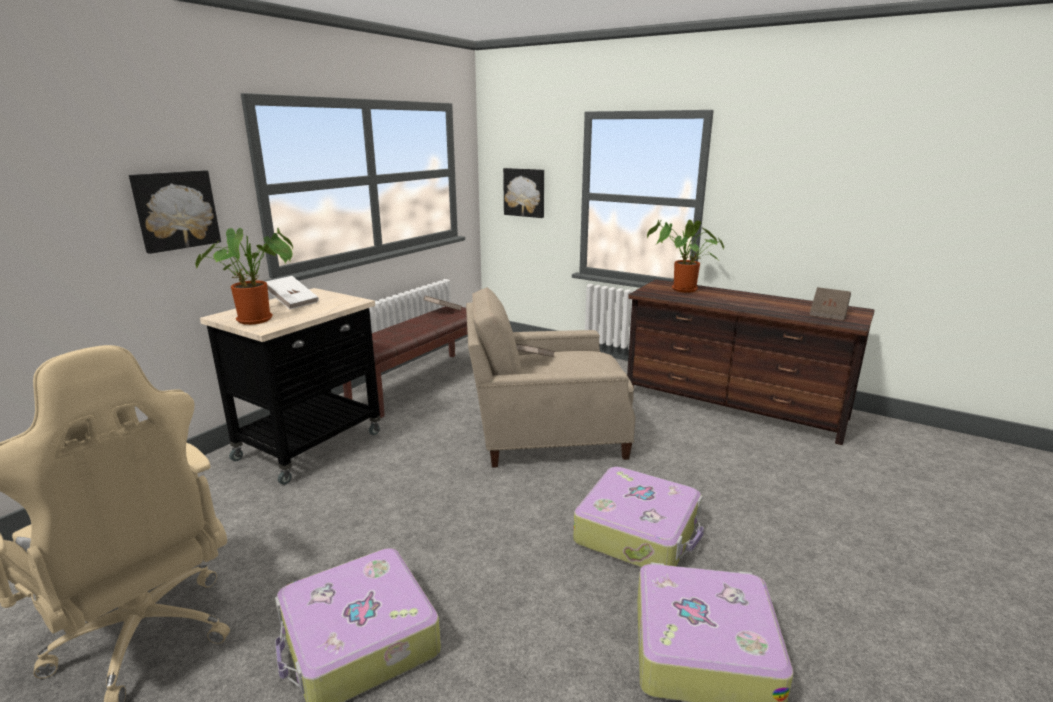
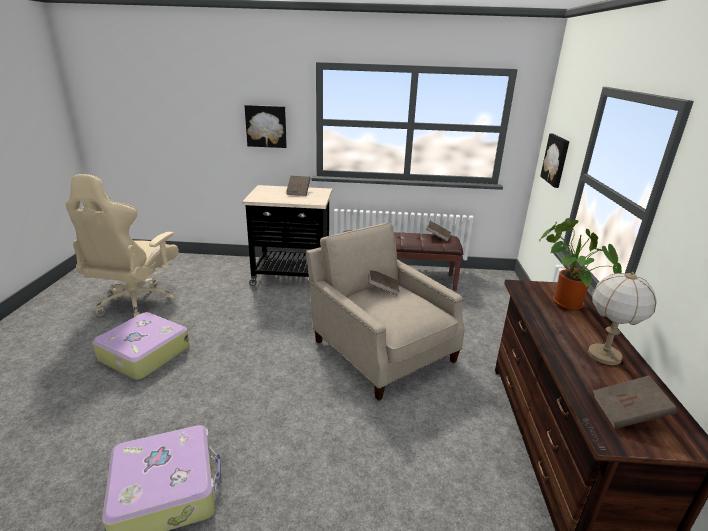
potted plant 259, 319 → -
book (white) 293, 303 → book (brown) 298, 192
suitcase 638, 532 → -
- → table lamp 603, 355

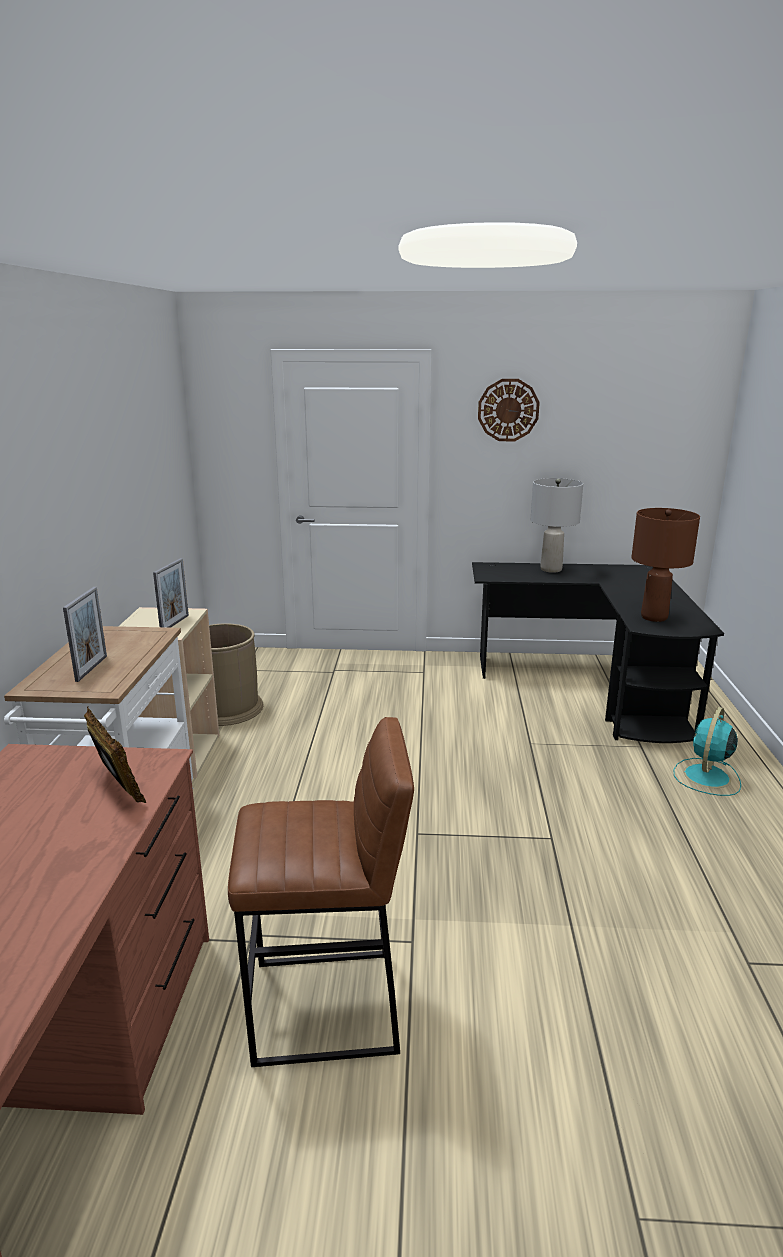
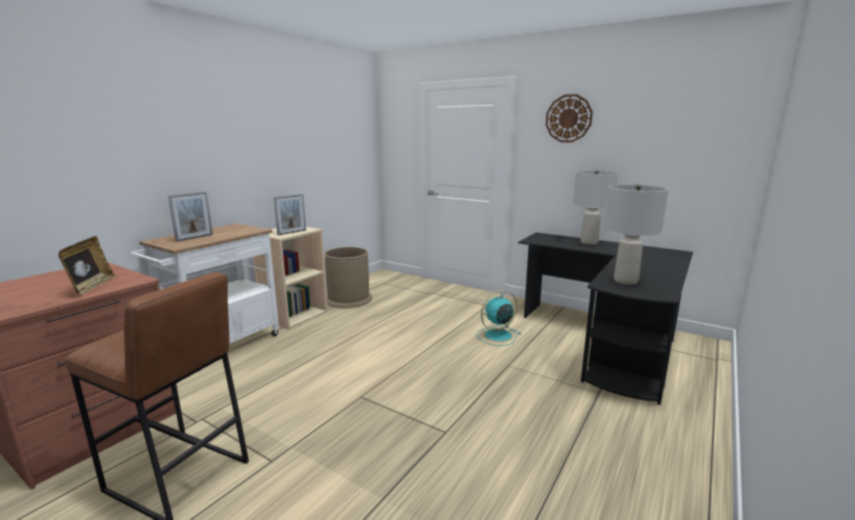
table lamp (brown) 653, 617 → table lamp (grey) 625, 281
fan (turquoise) 706, 777 → fan (turquoise) 497, 336, shifted

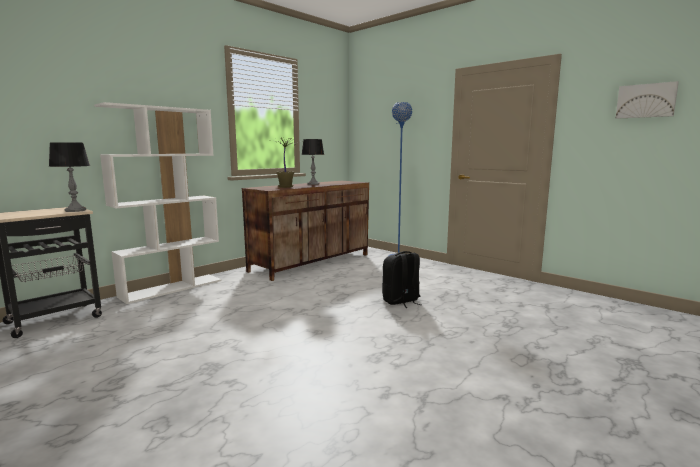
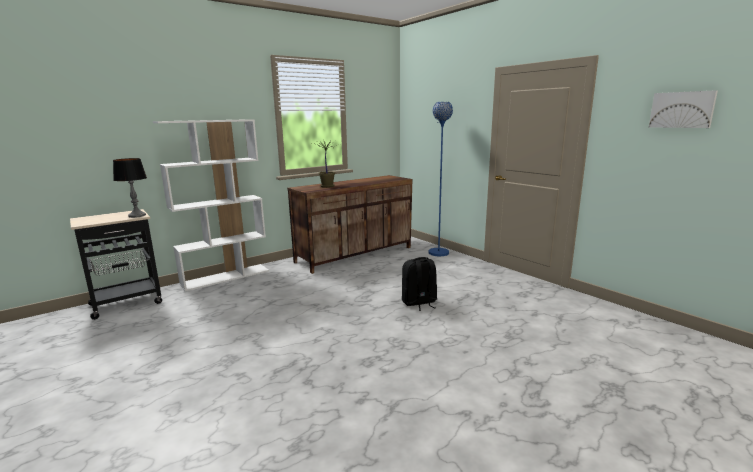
table lamp 313, 184 → -

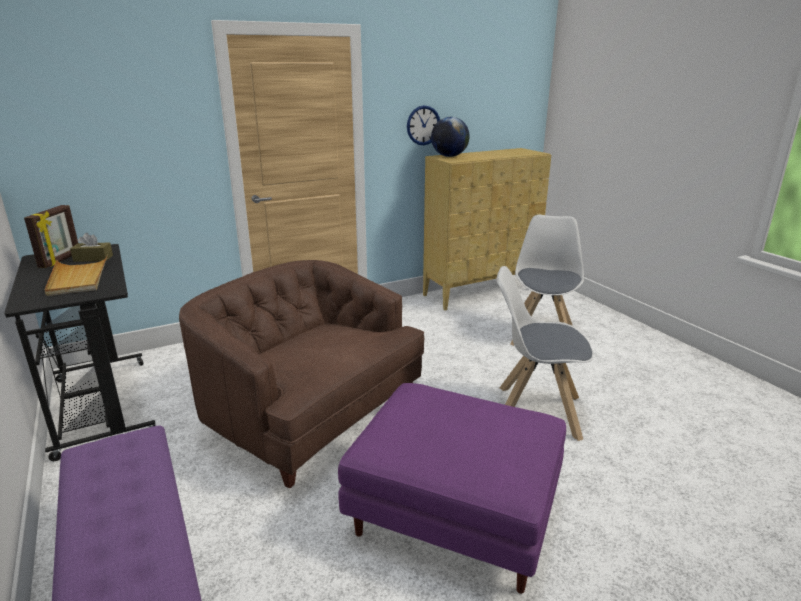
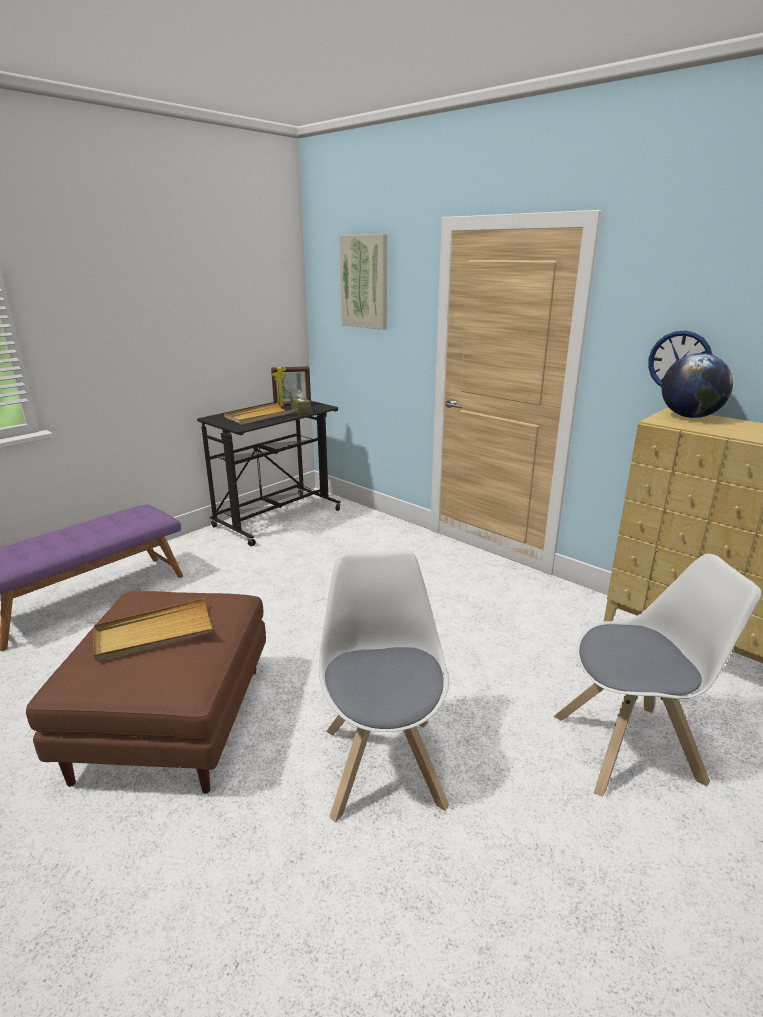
armchair (brown) 312, 416 → -
ottoman (purple) 452, 515 → ottoman (brown) 173, 719
- → picture 365, 282
- → tray (beige) 154, 633

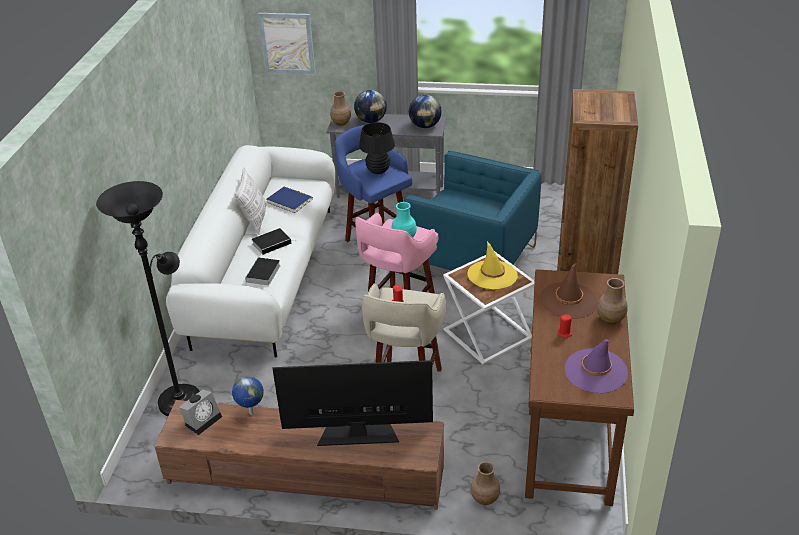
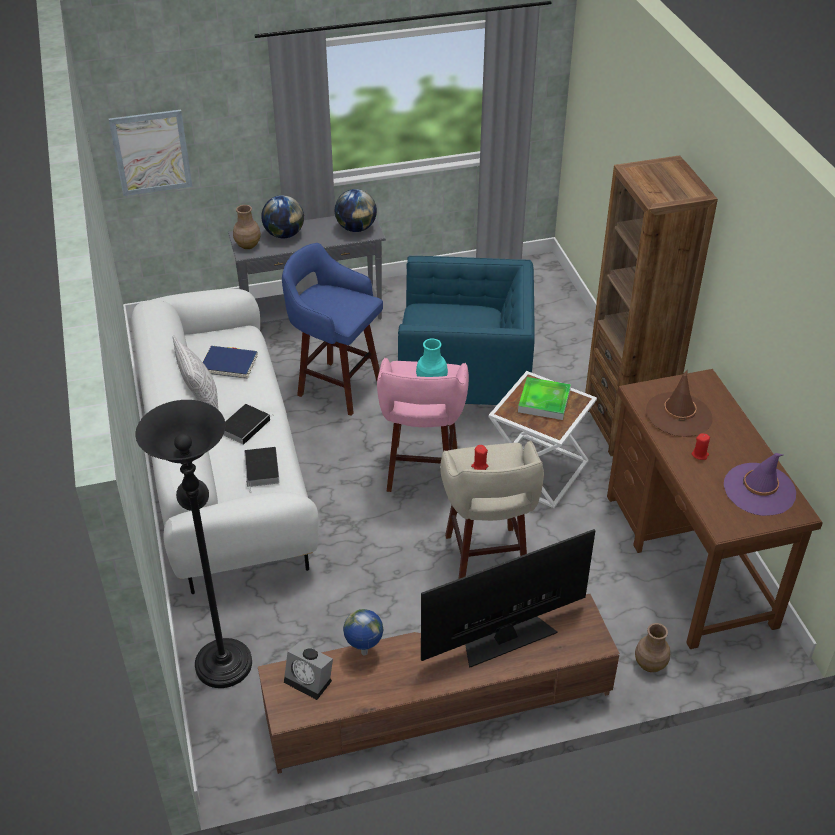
table lamp (black) 378, 171 → -
hat (yellow) 492, 275 → tray 544, 401
vase (brown) 610, 319 → -
alarm clock 203, 419 → alarm clock 310, 680, 105 degrees clockwise

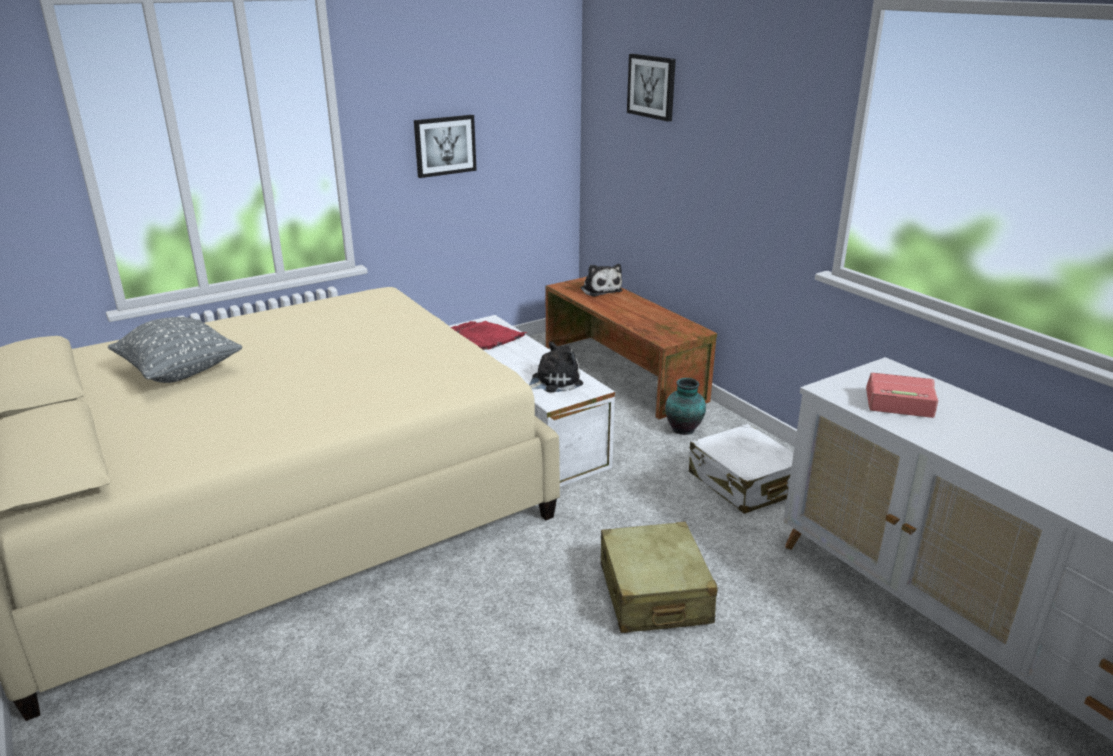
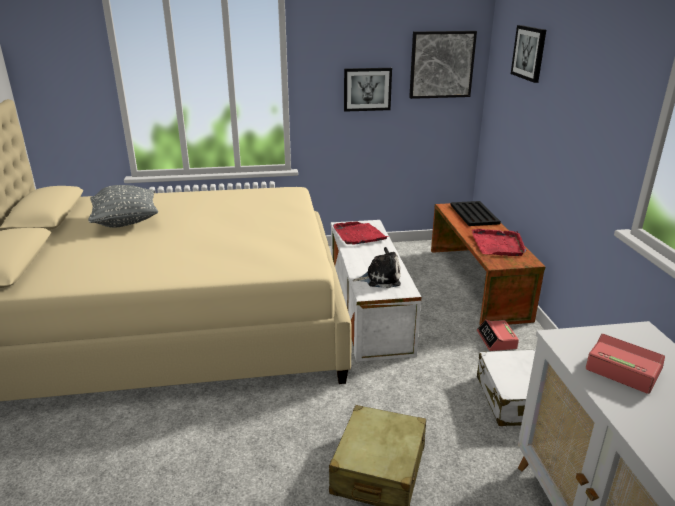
plush toy 600, 289 → tray (black) 474, 214
vase 684, 429 → alarm clock 496, 340
- → picture 441, 64
- → tray (red) 498, 245

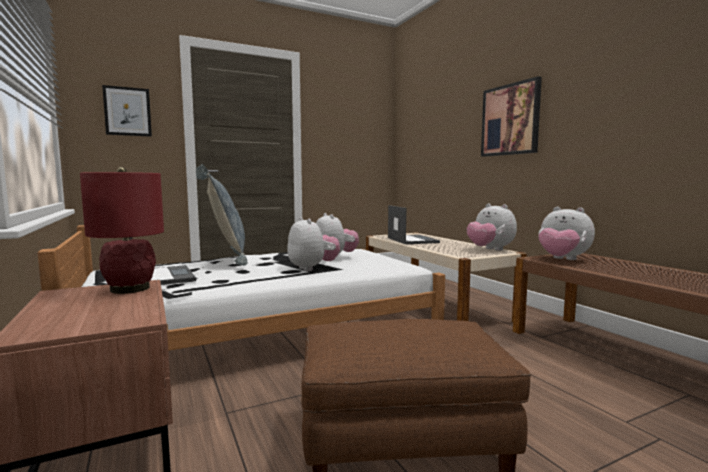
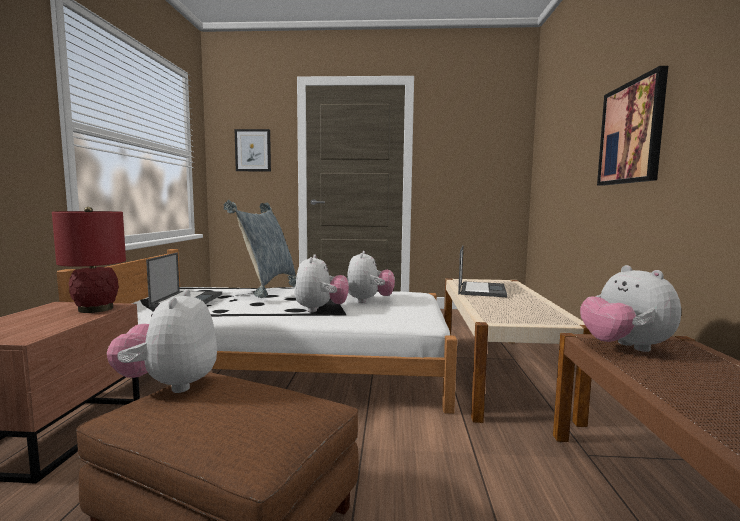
plush toy 490, 250 → plush toy 170, 385, shifted

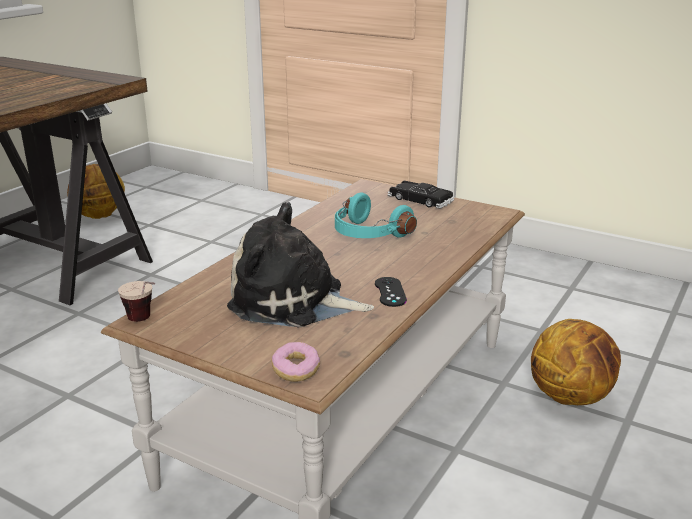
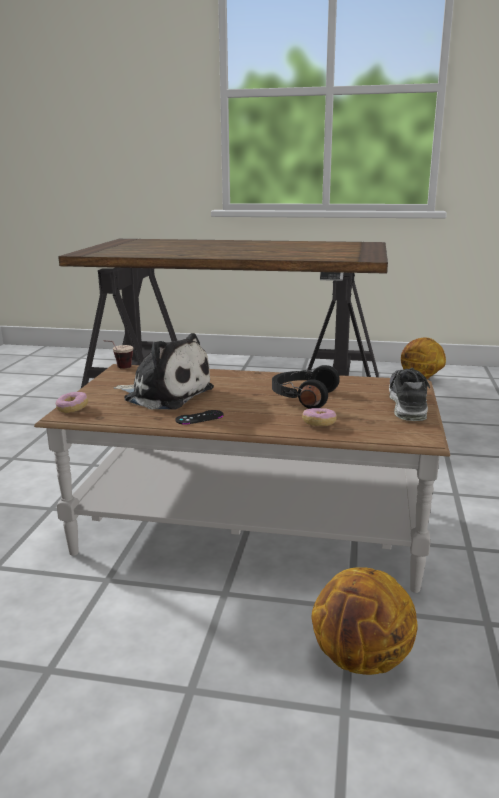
toy car (black) 420, 200 → shoe 407, 404
headphones (turquoise) 368, 234 → headphones (black) 302, 397
plush toy 293, 301 → plush toy 165, 394, 120 degrees clockwise
- → donut 319, 424

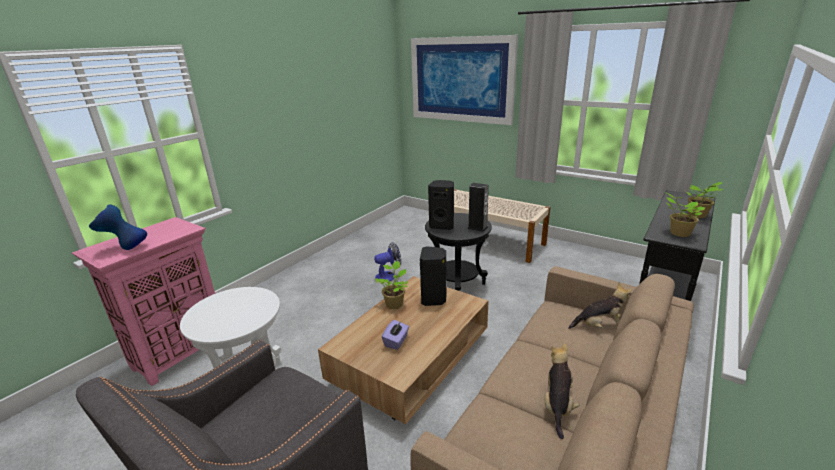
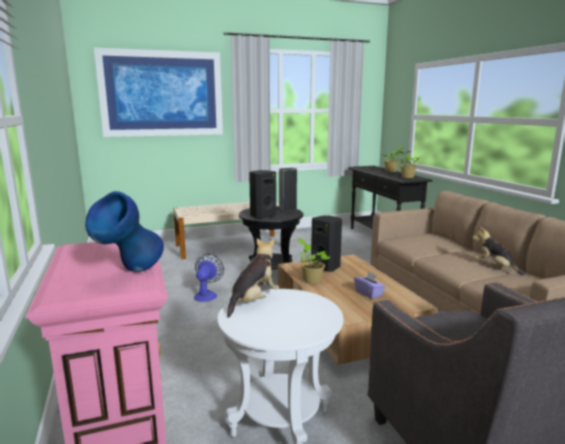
plush toy 599, 326 → plush toy 253, 301, shifted

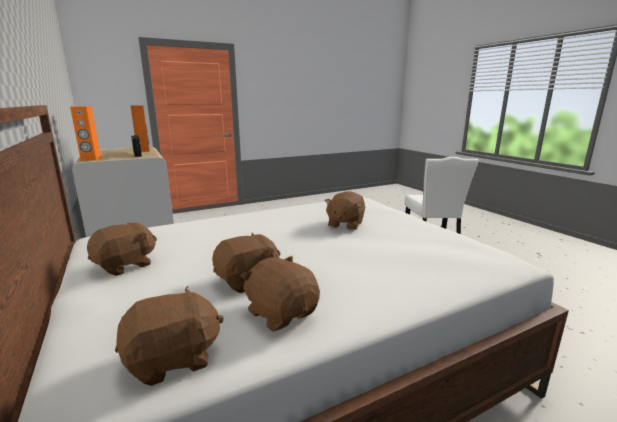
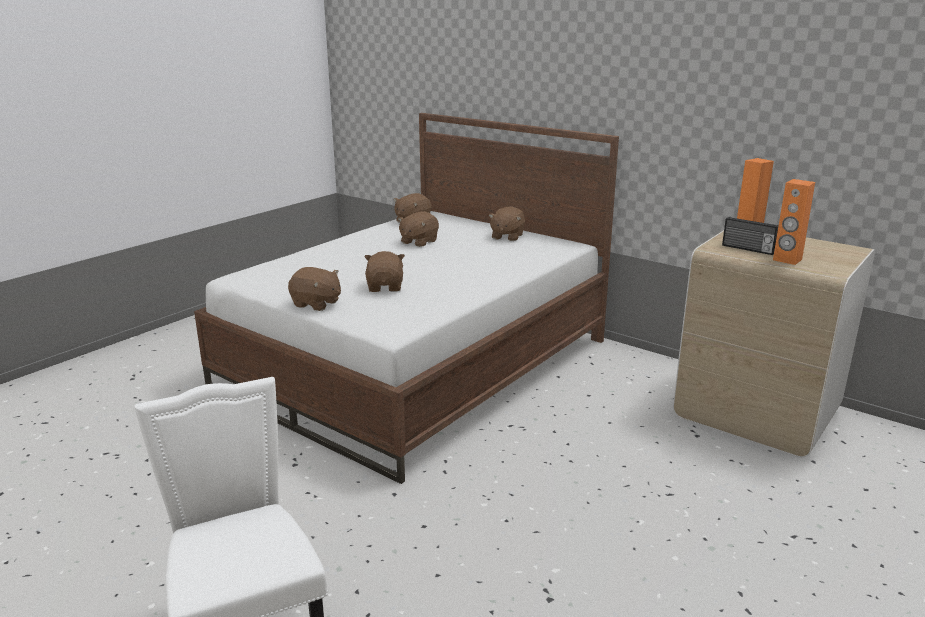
plush toy (brown) 281, 313 → plush toy (brown) 316, 304, shifted

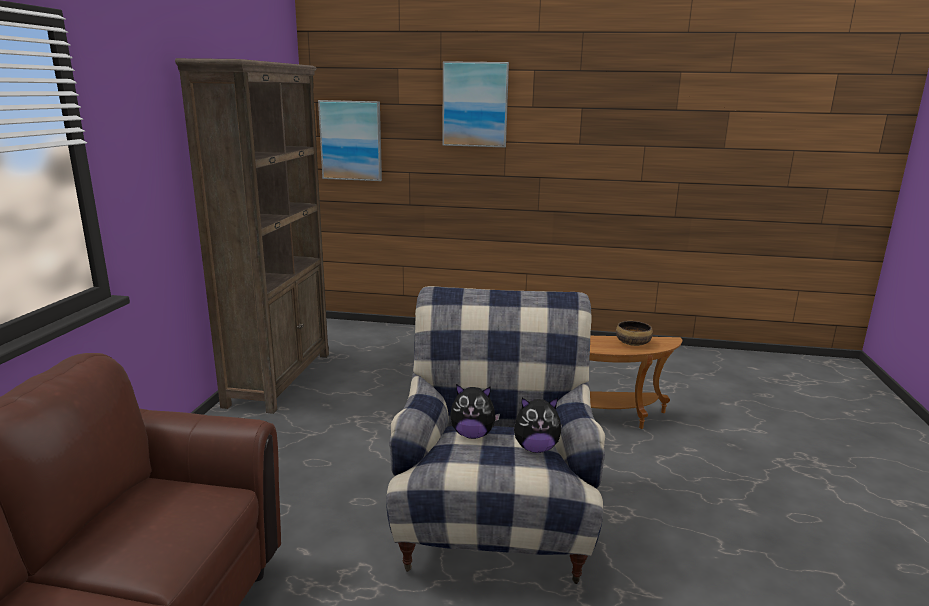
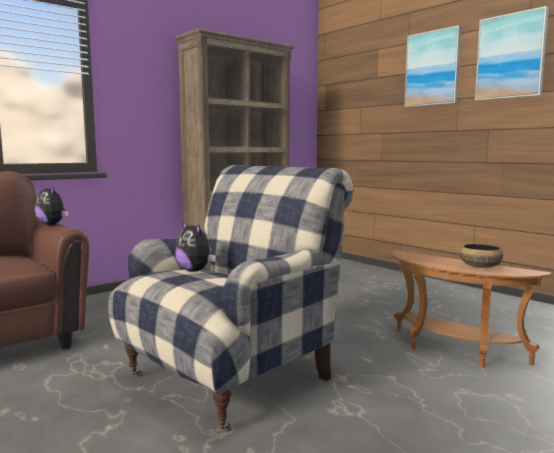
picture 351, 140 → picture 510, 56, shifted
plush toy 536, 448 → plush toy 52, 224, shifted

